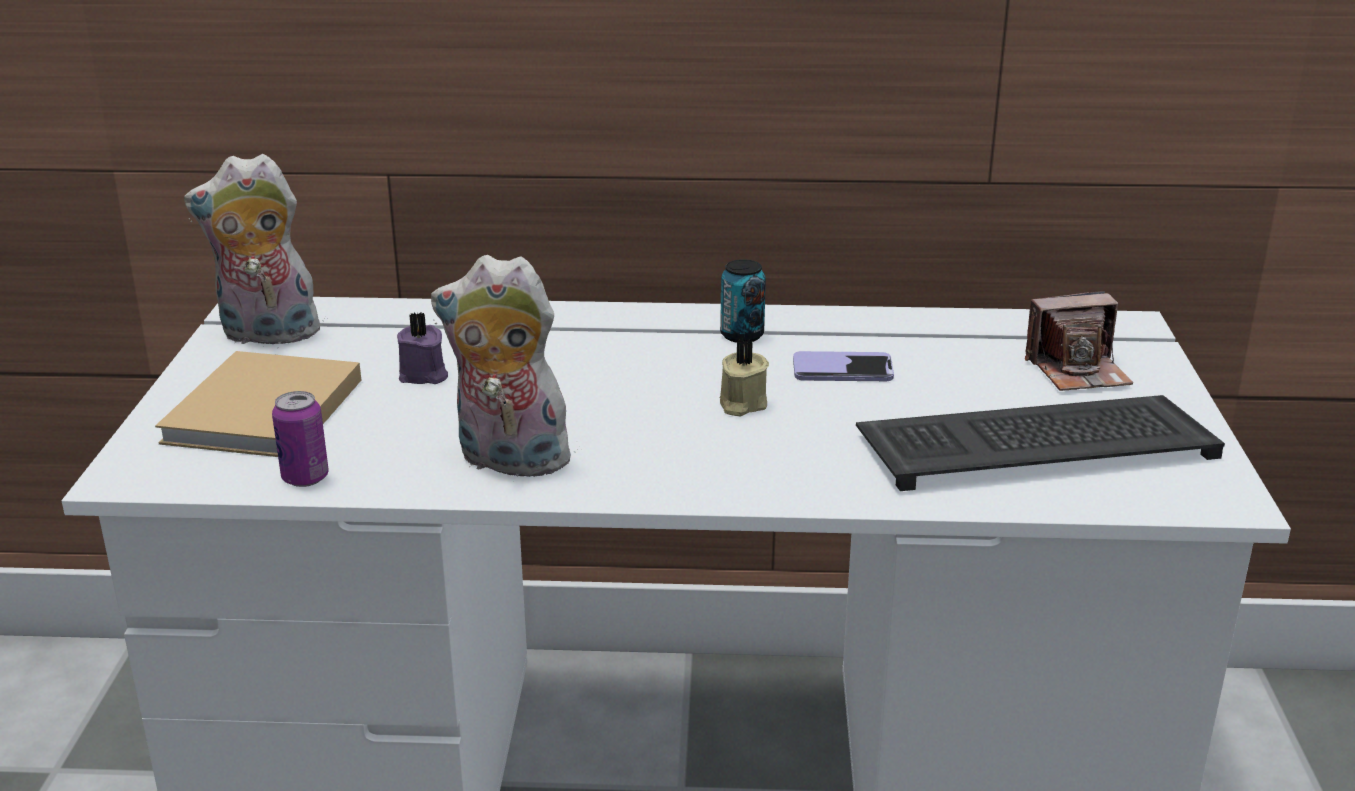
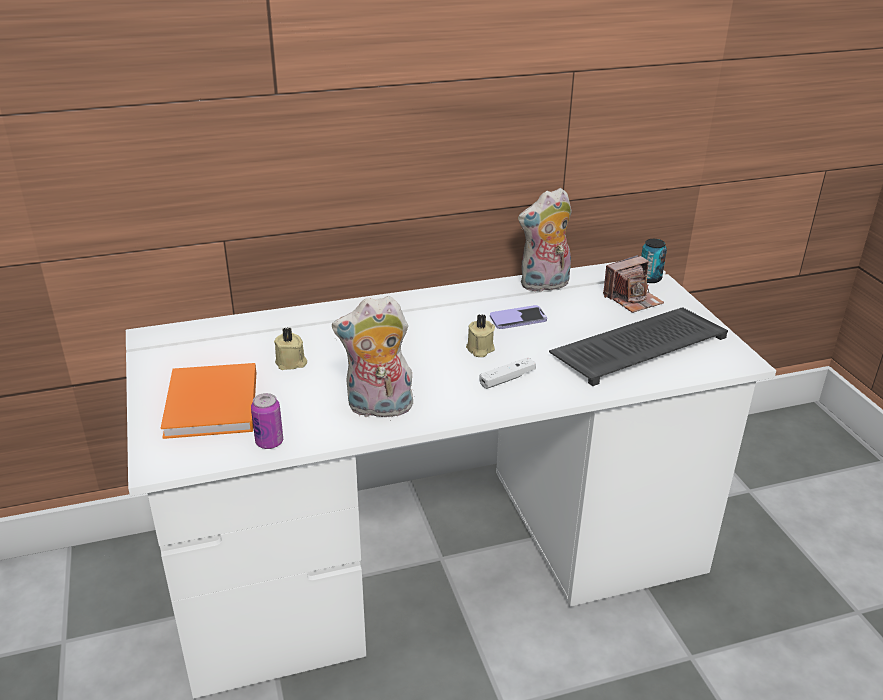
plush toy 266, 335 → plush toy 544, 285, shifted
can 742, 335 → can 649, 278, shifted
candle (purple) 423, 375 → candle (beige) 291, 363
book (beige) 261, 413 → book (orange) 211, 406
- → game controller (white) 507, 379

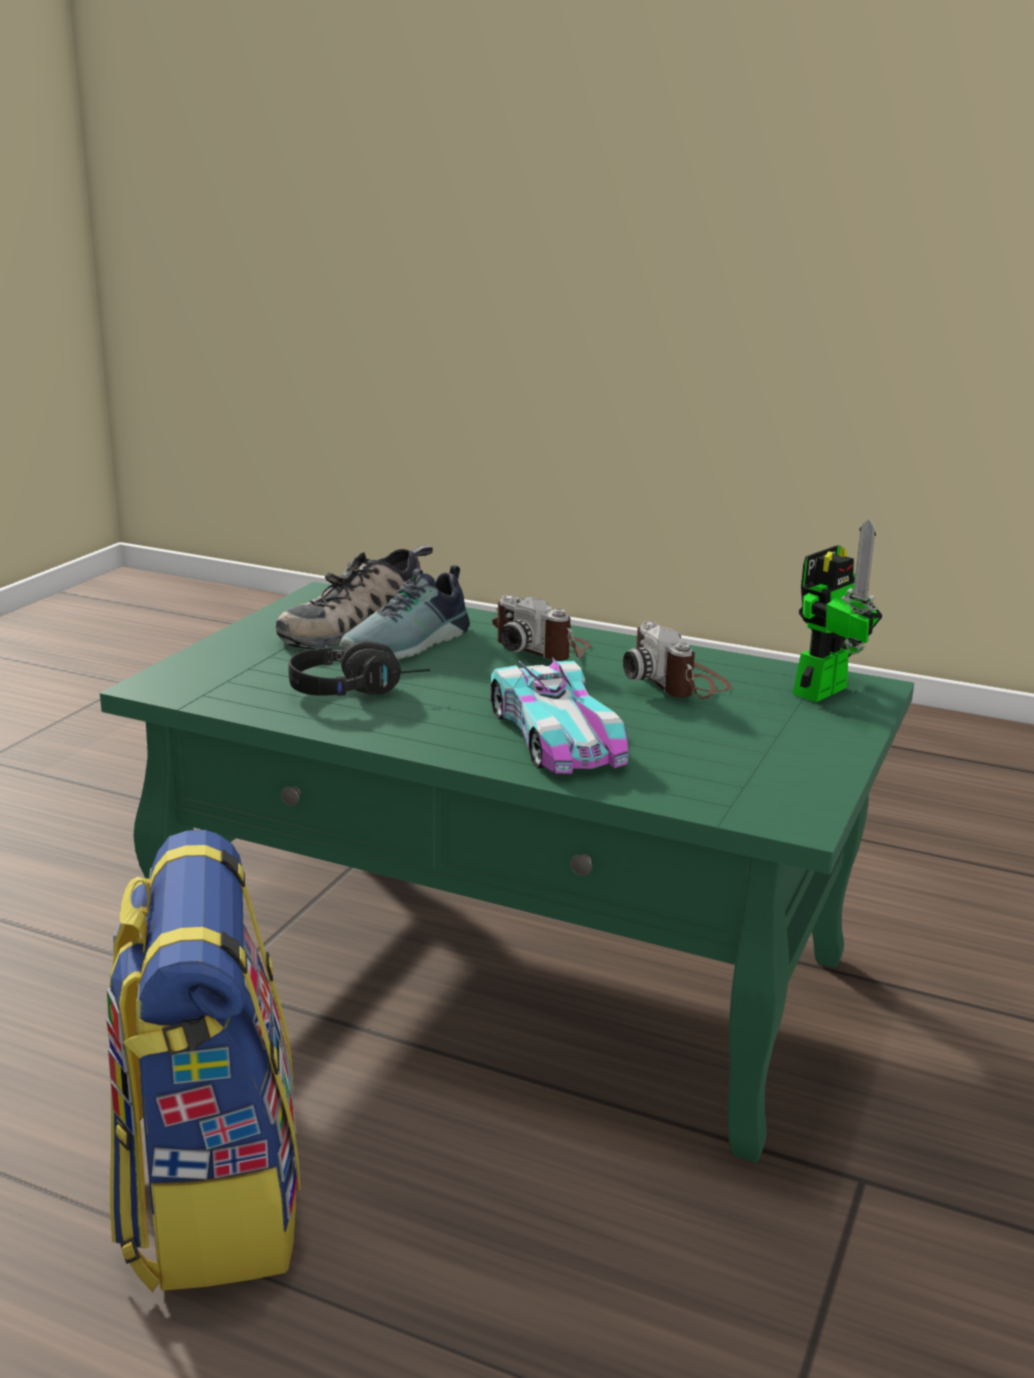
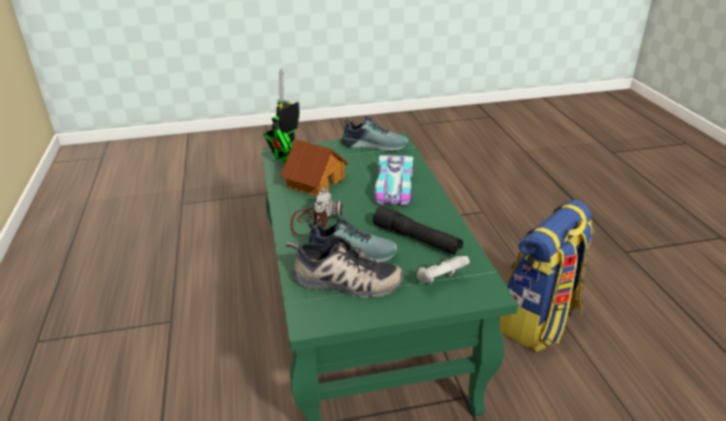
toy robot 825, 688 → toy robot 286, 158, 60 degrees counterclockwise
photo camera 678, 682 → toy house 315, 182
headphones (black) 358, 690 → flashlight (black) 416, 239
toy car 556, 735 → toy car 394, 186, 150 degrees clockwise
- → shoe 374, 145
- → game controller (white) 439, 281

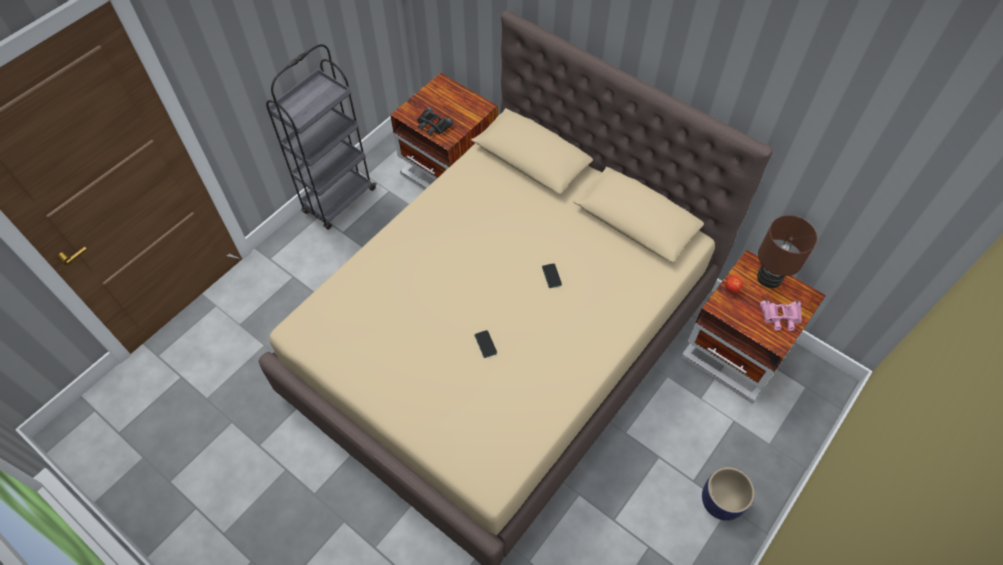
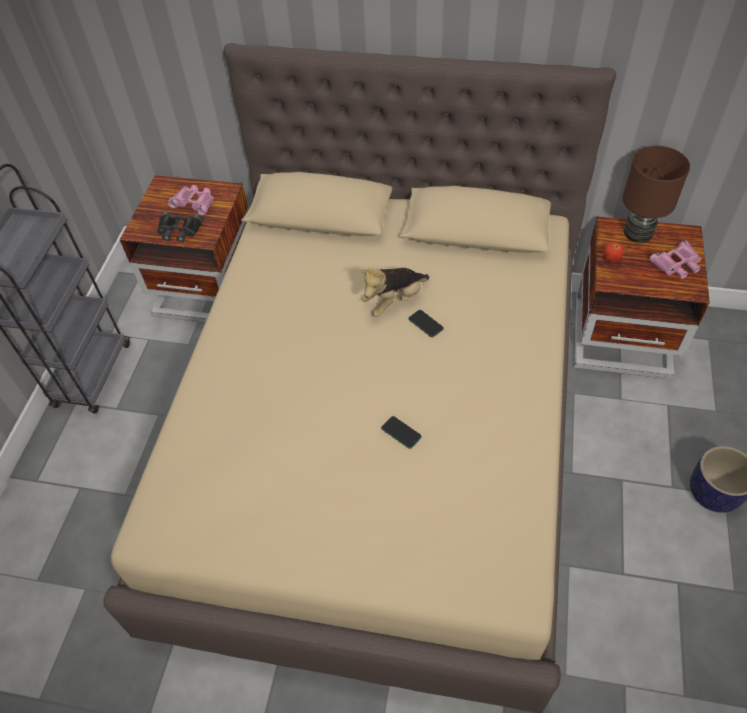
- → binoculars (pink) 194, 202
- → plush toy 394, 301

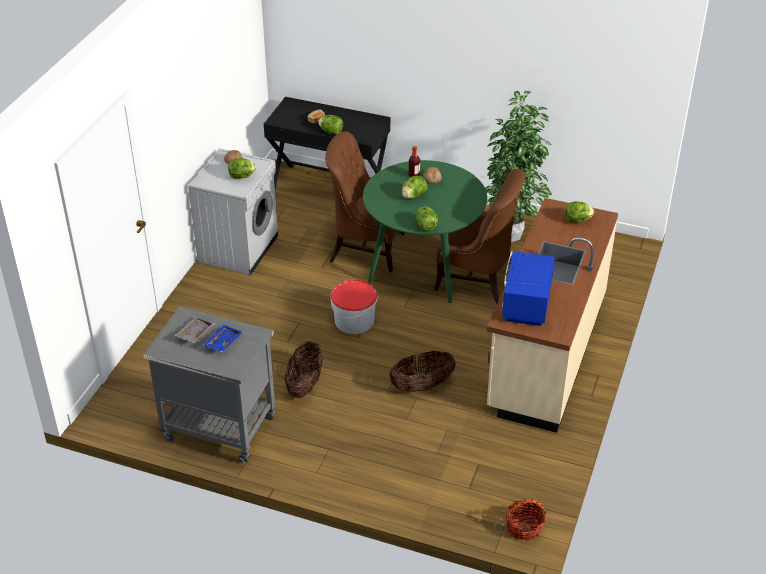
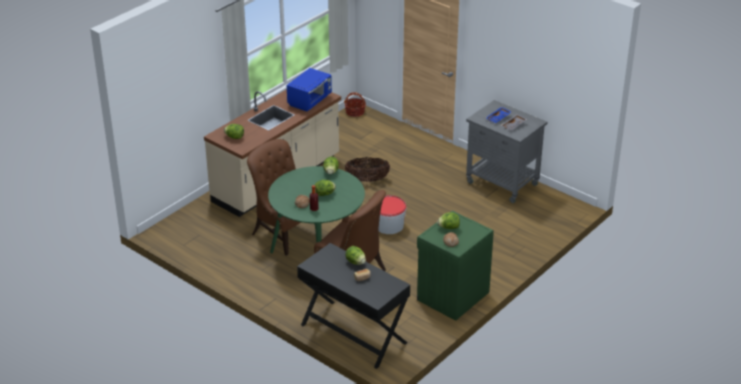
potted plant 513, 236 → -
washing machine (white) 240, 249 → washing machine (green) 451, 296
basket 305, 384 → -

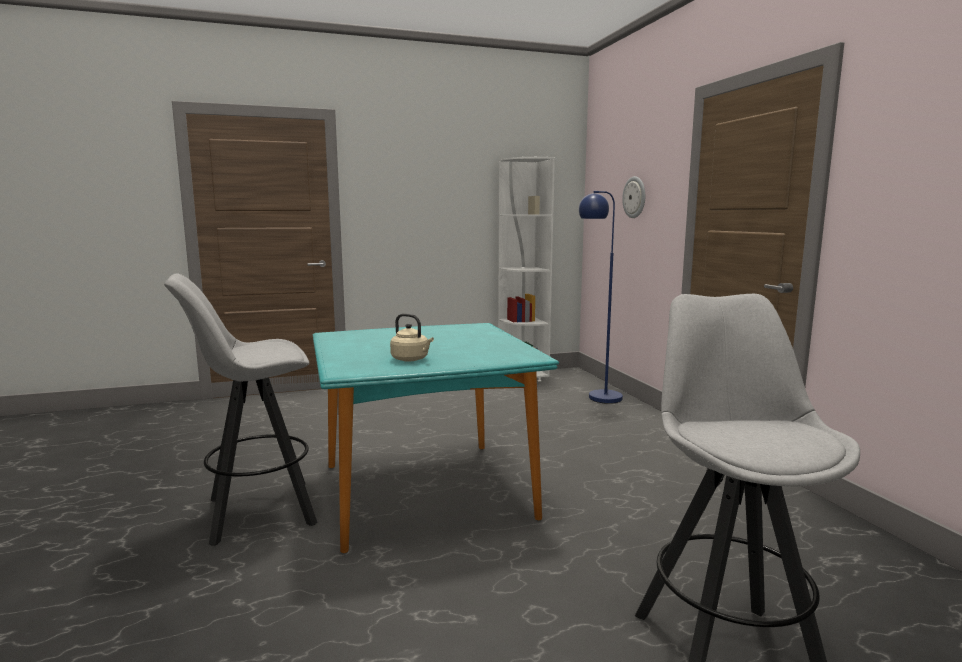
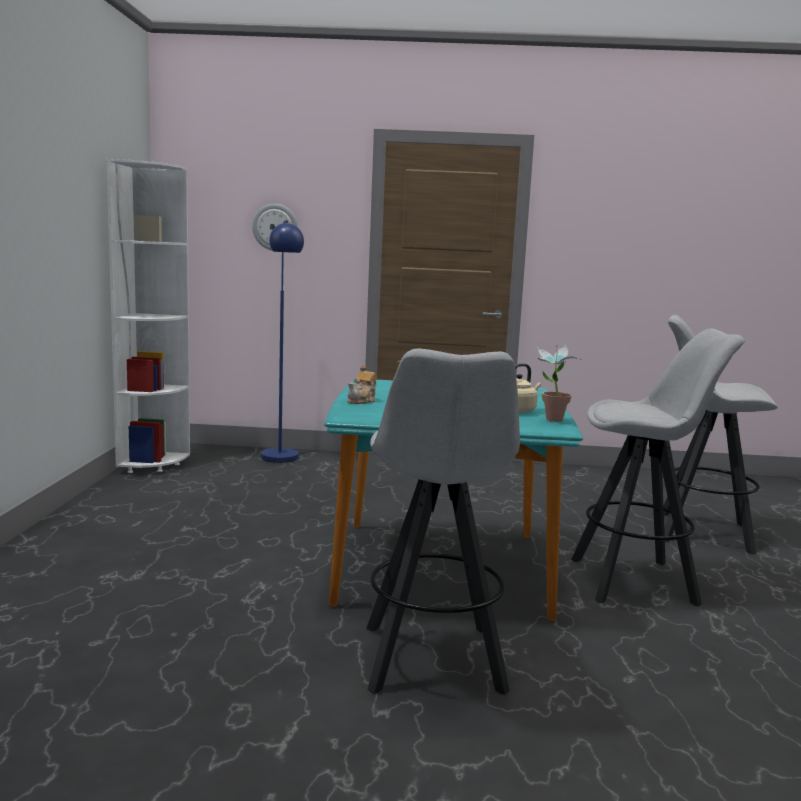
- → stool (grey) 637, 581
- → potted plant 551, 421
- → teapot 362, 401

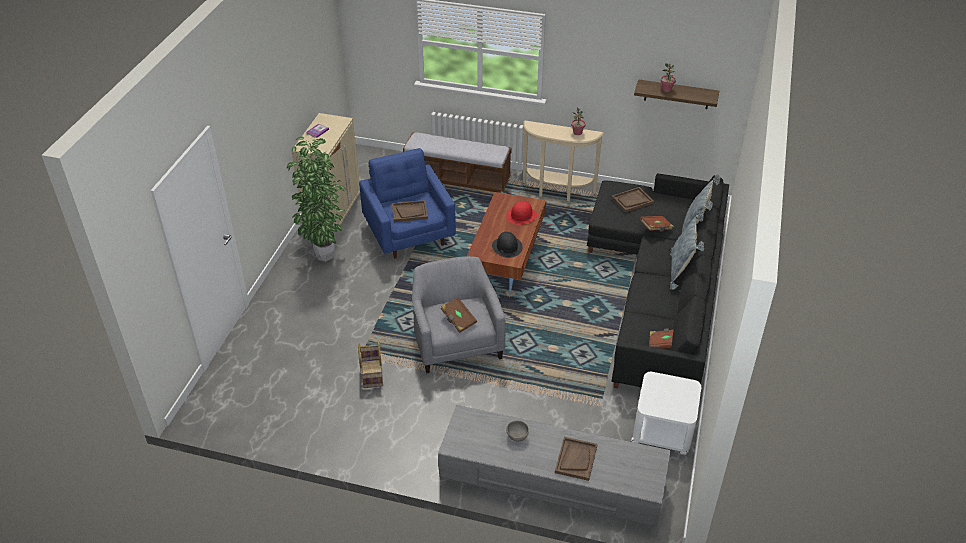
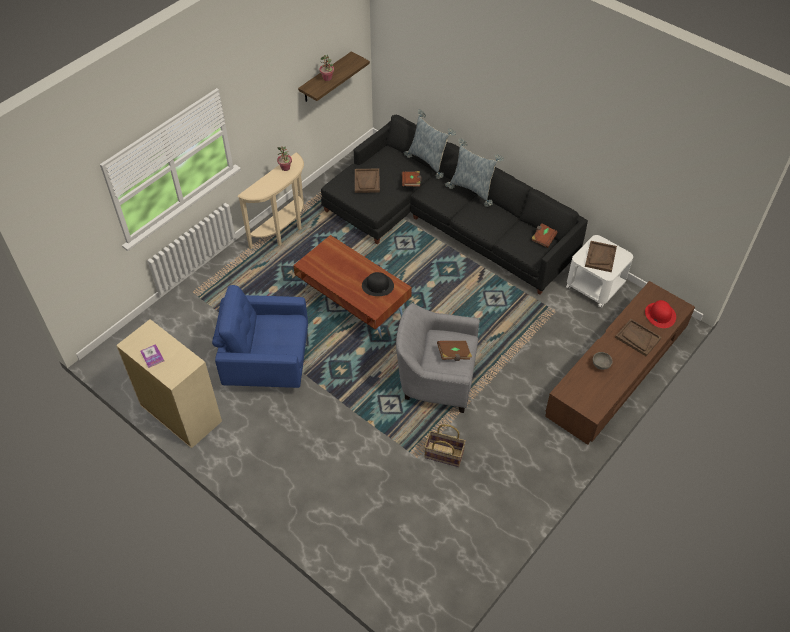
bench 458, 178 → -
potted plant 324, 255 → -
tray (brown) 409, 212 → tray (brown) 600, 257, shifted
hat (red) 521, 215 → hat (red) 660, 315, shifted
tv stand (grey) 551, 481 → tv stand (brown) 617, 372

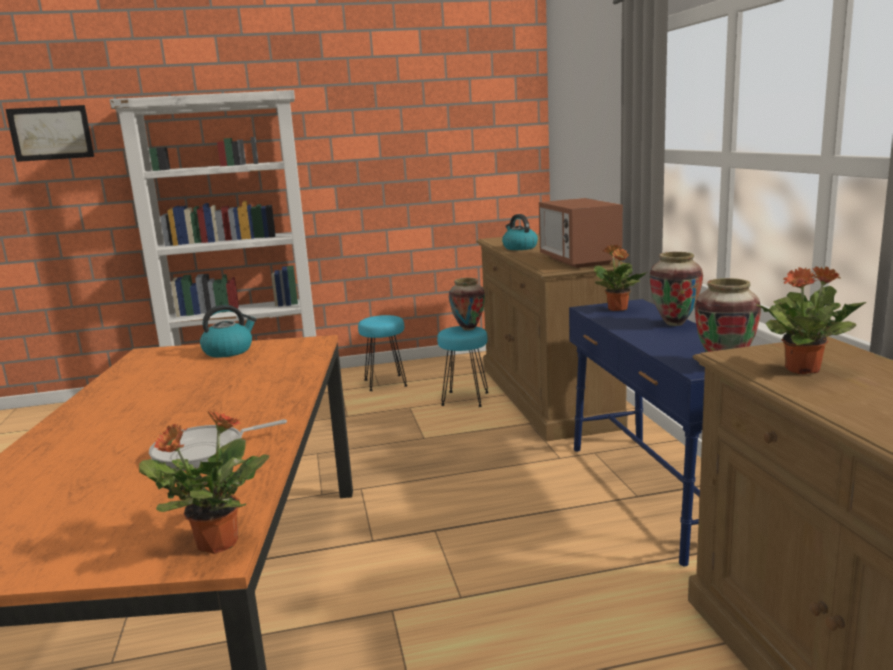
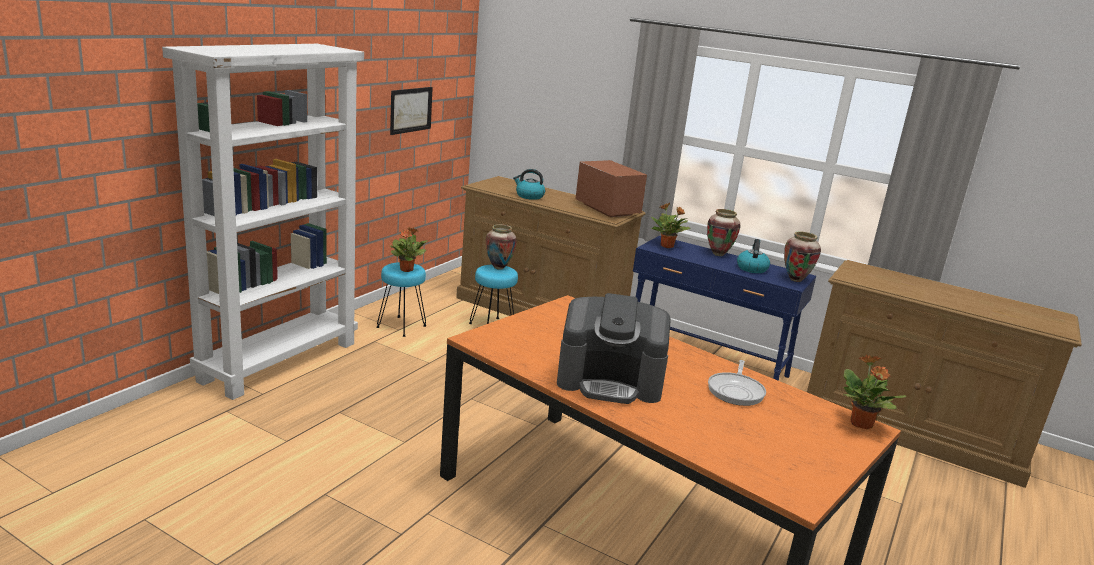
picture 51, 133 → picture 411, 110, shifted
microwave 578, 261 → microwave 607, 209, 150 degrees counterclockwise
potted plant 803, 369 → potted plant 407, 269, shifted
kettle 229, 351 → kettle 751, 268, shifted
- → coffee machine 610, 381

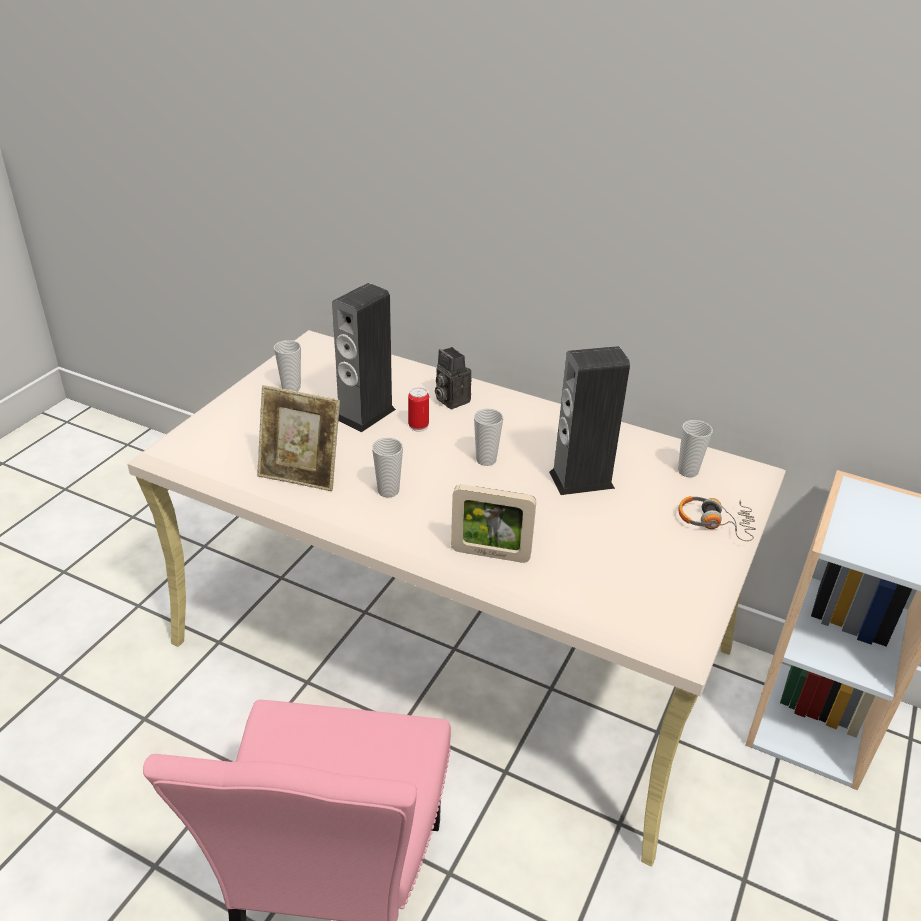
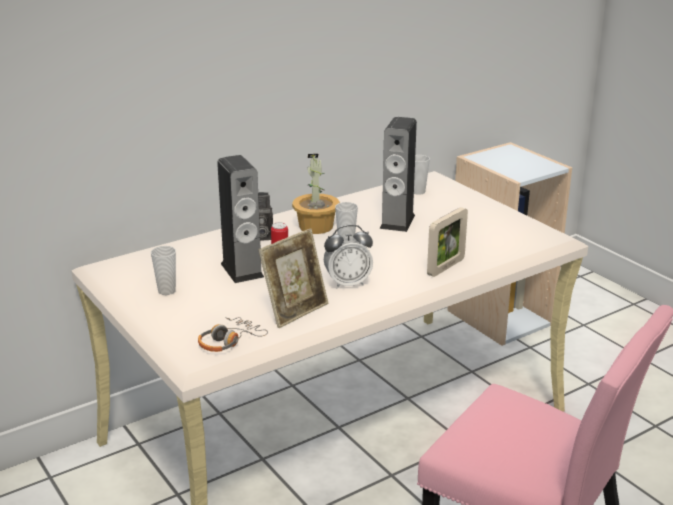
cup 388, 491 → alarm clock 348, 283
headphones 715, 523 → headphones 229, 341, shifted
- → potted plant 316, 227

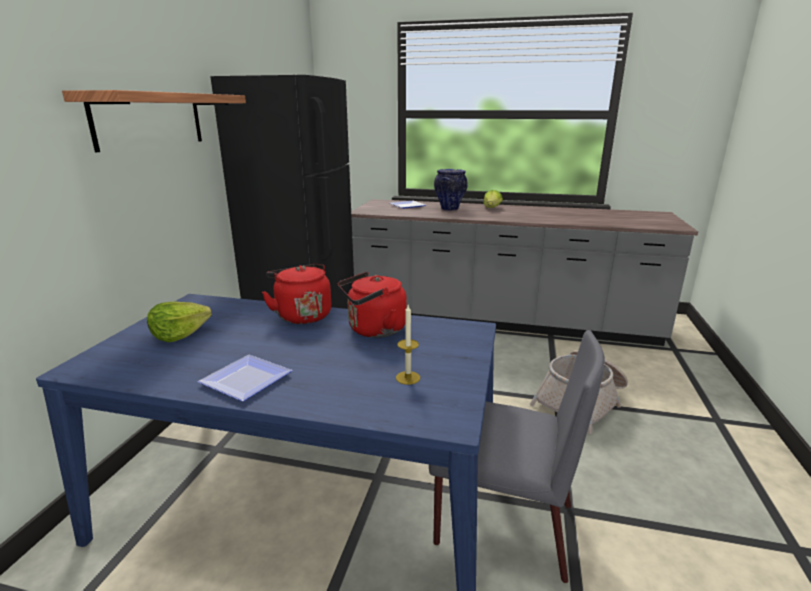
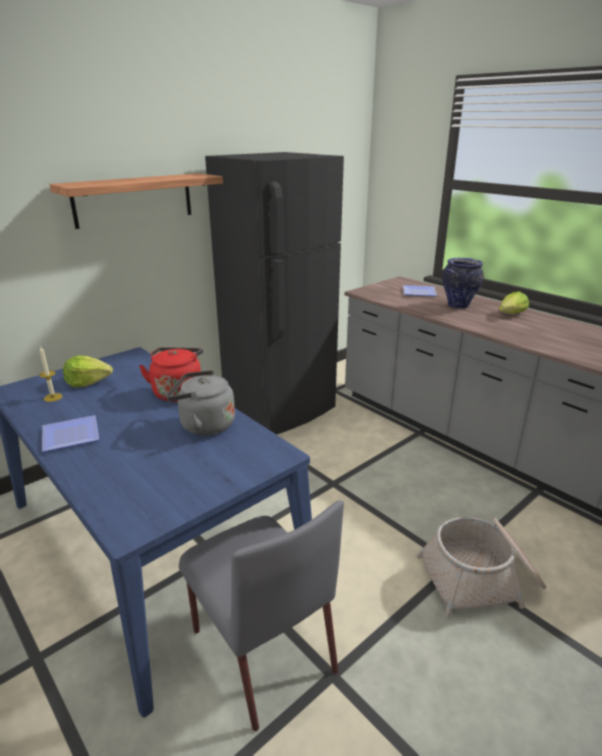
kettle (red) 373, 330 → kettle (grey) 203, 425
candle 408, 378 → candle 53, 397, shifted

